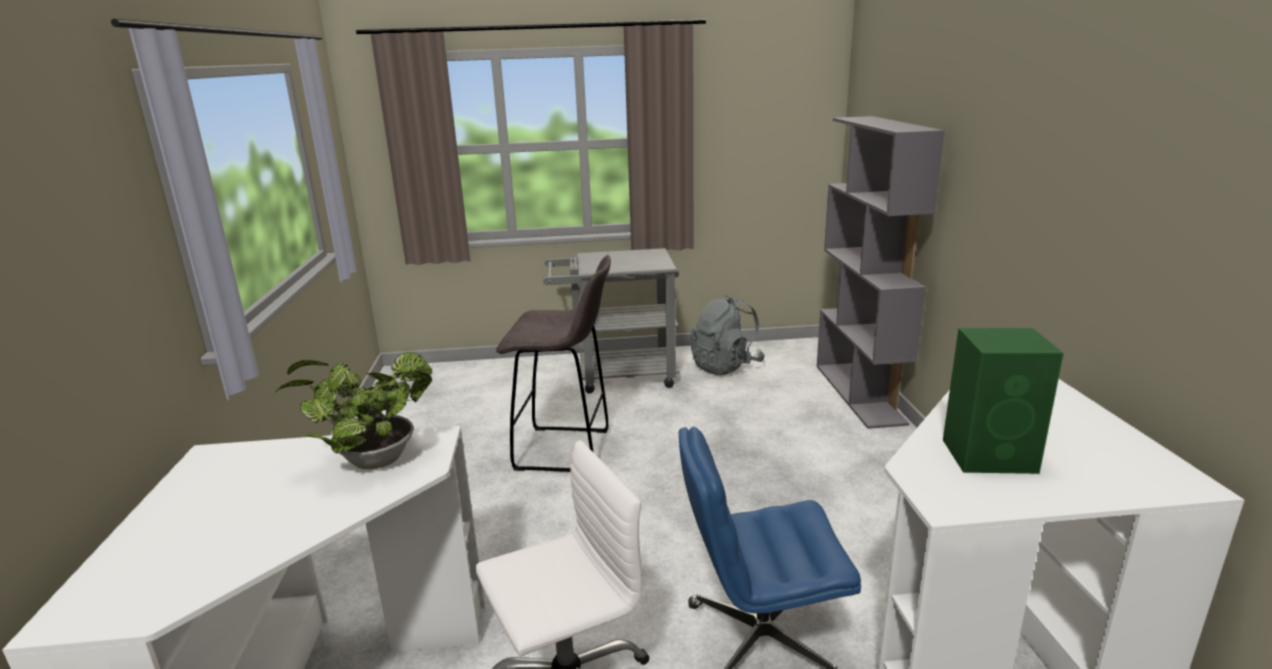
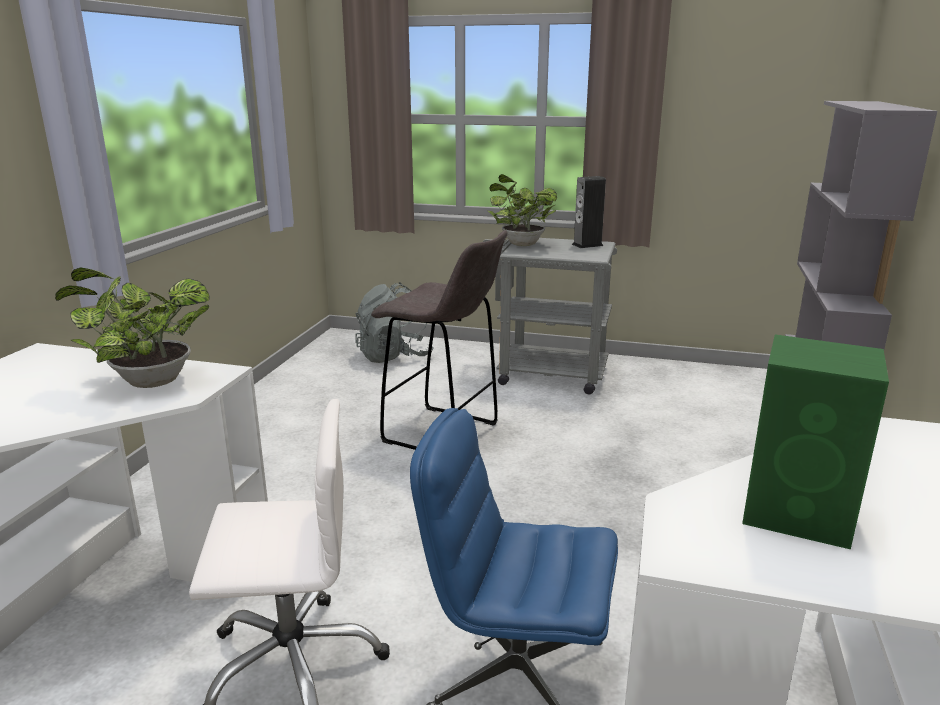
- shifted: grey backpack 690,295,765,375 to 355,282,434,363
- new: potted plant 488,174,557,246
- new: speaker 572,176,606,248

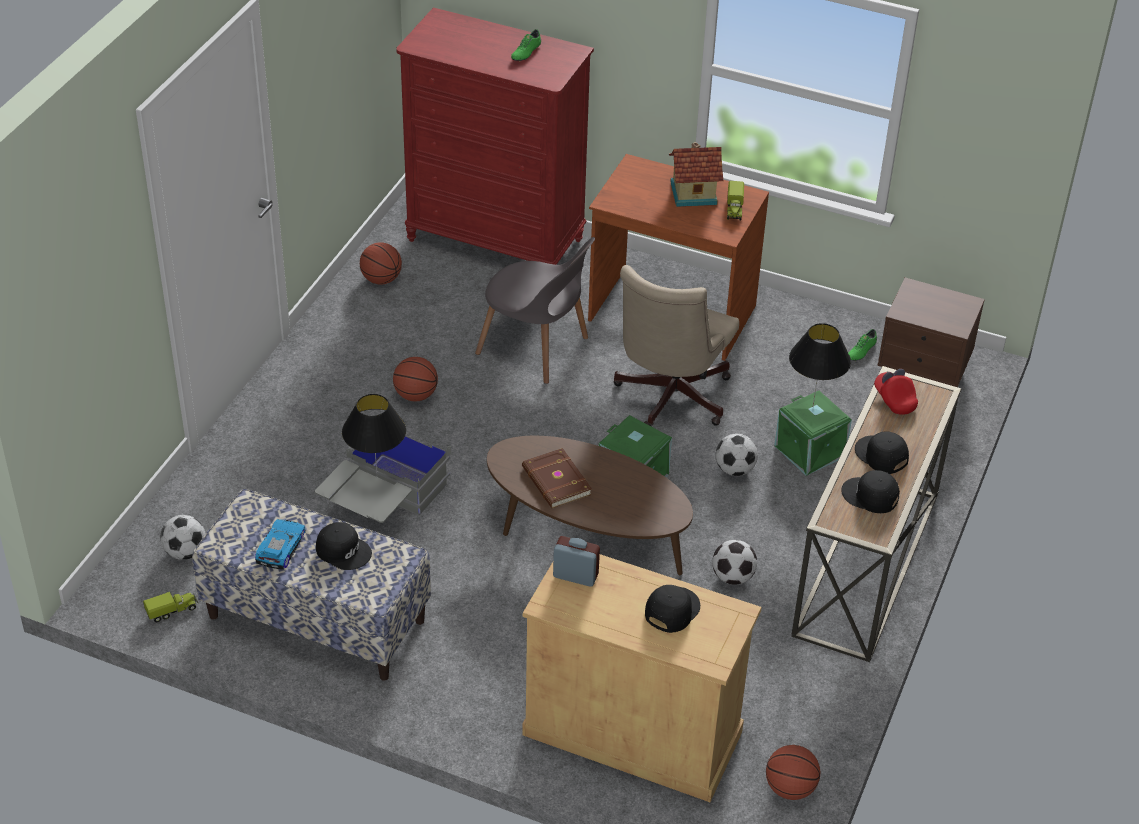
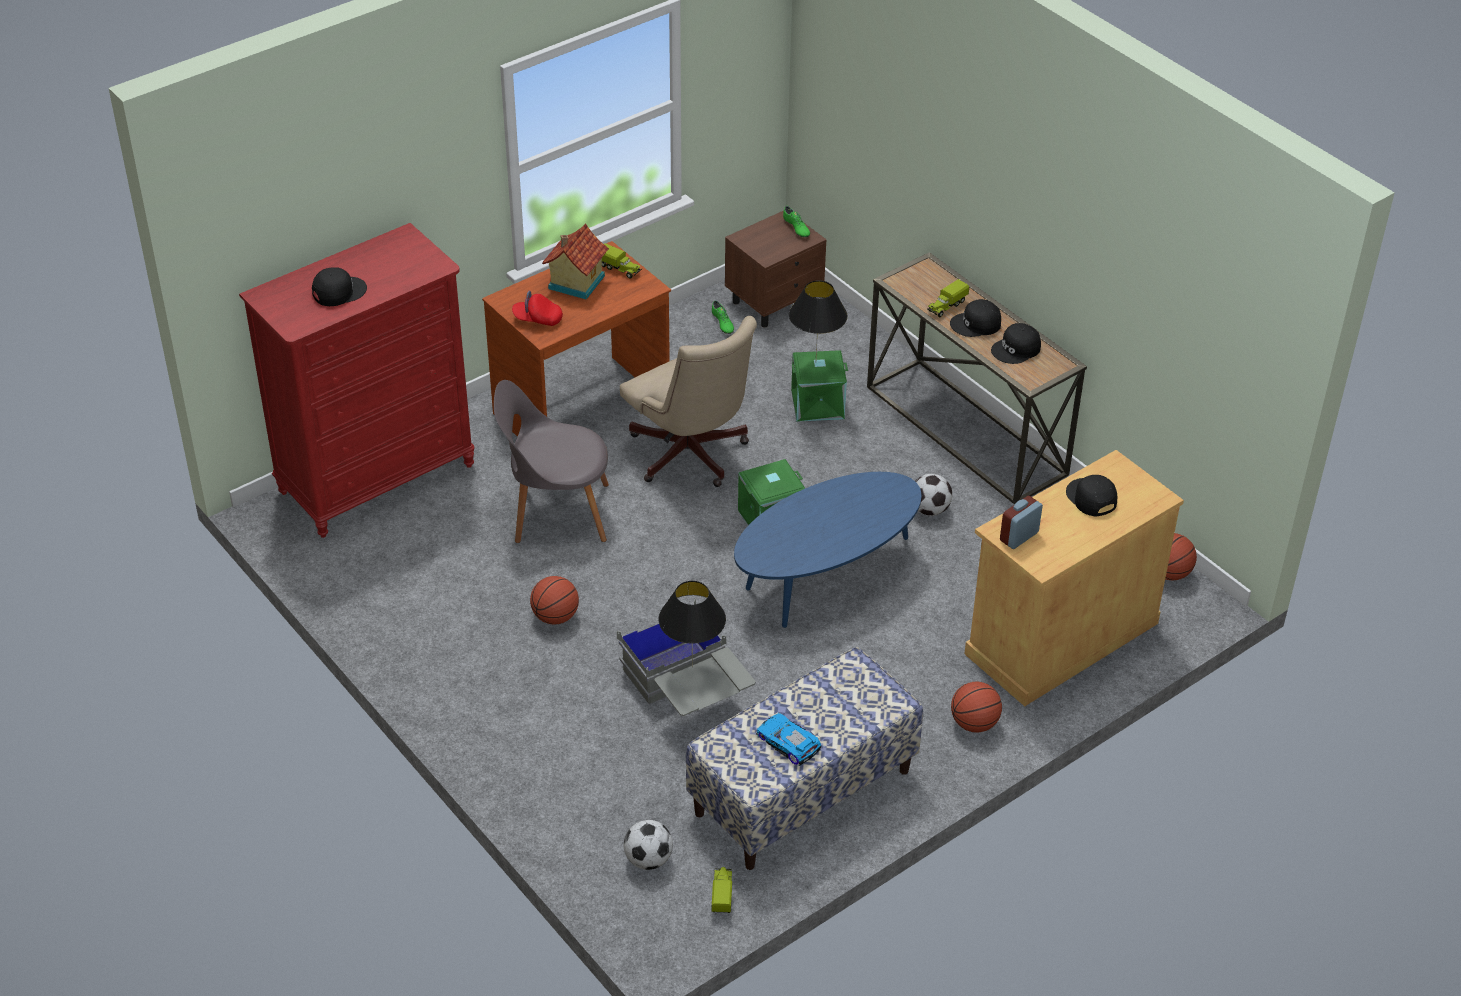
- shifted: green shoe 511,29,541,62 to 783,206,810,238
- rotated: grey chair 475,237,595,384 = 494,380,609,543 150 degrees counterclockwise
- shifted: basketball 360,242,402,285 to 951,682,1002,733
- shifted: red cap 874,369,918,415 to 512,291,563,326
- gone: football 715,434,758,476
- repainted: brown coffee table 487,436,693,575 to blue coffee table 734,472,921,628
- gone: brown book 522,448,592,508
- shifted: black cap 316,522,372,570 to 312,267,367,306
- new: toy truck 927,279,969,317

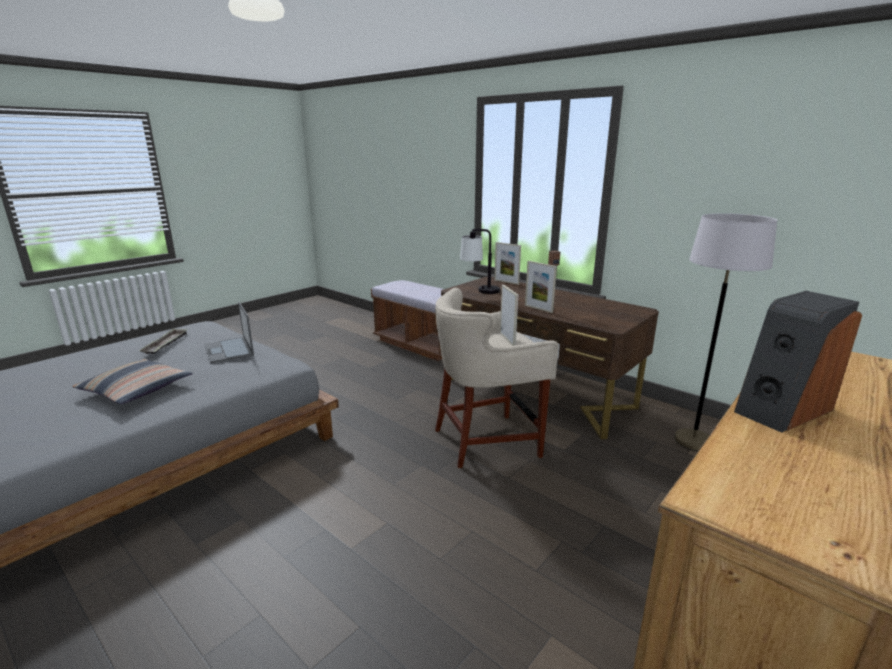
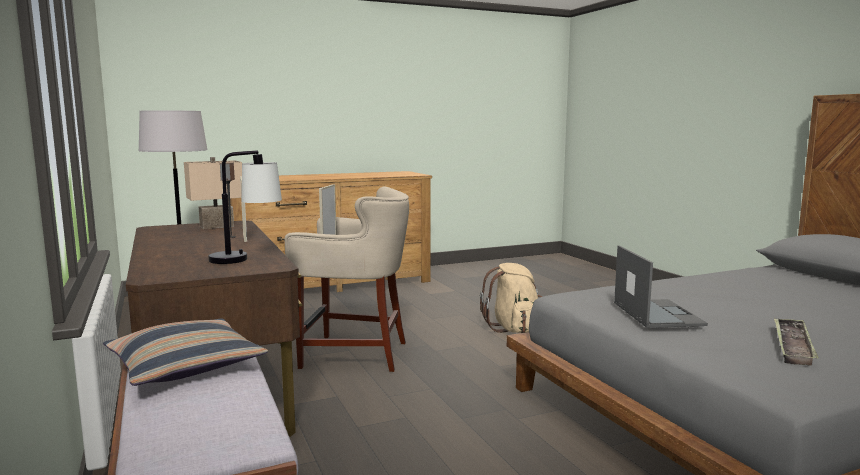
- gone: picture frame 494,242,521,285
- gone: speaker 734,291,862,433
- shifted: pillow 72,359,193,404 to 103,319,268,386
- new: beige table lamp 184,157,242,229
- new: beige backpack 480,263,542,333

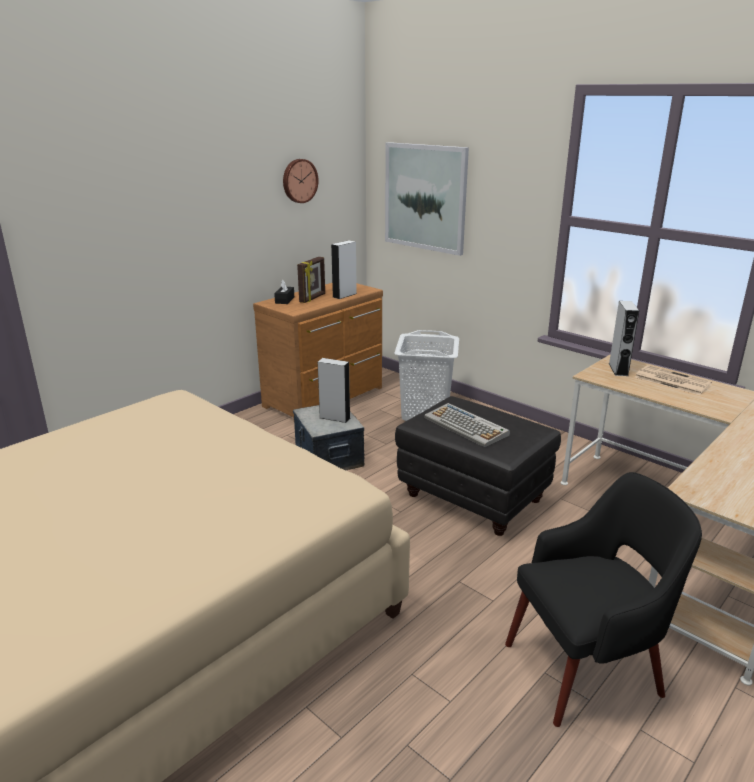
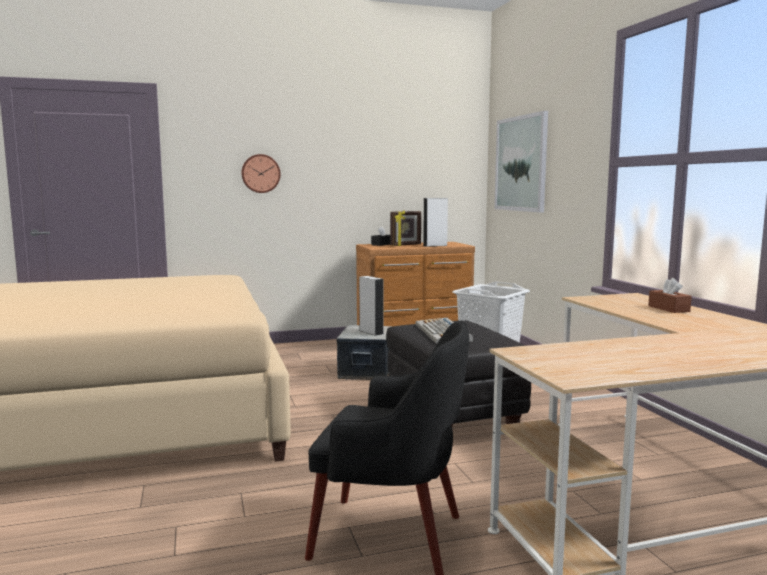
- shifted: wall clock 283,159,319,203 to 241,154,281,193
- gone: grey speaker 609,301,639,376
- swapped: newspaper 635,365,712,395 to brown tissue box 648,278,692,313

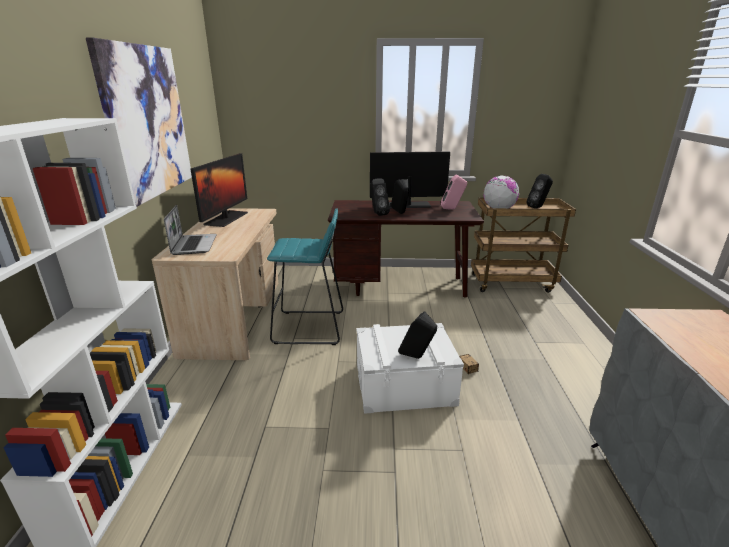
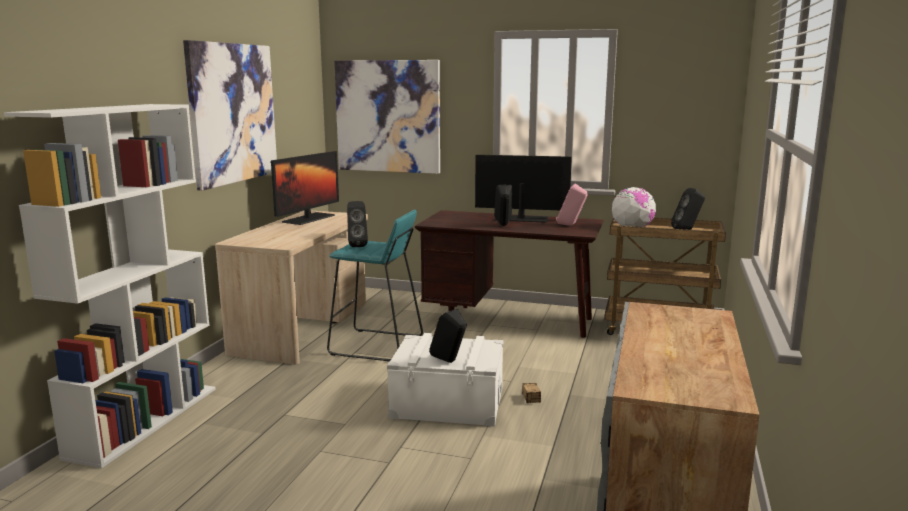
- shifted: black speaker 370,178,390,216 to 347,201,368,247
- gone: laptop 164,205,217,255
- new: picture 334,60,440,174

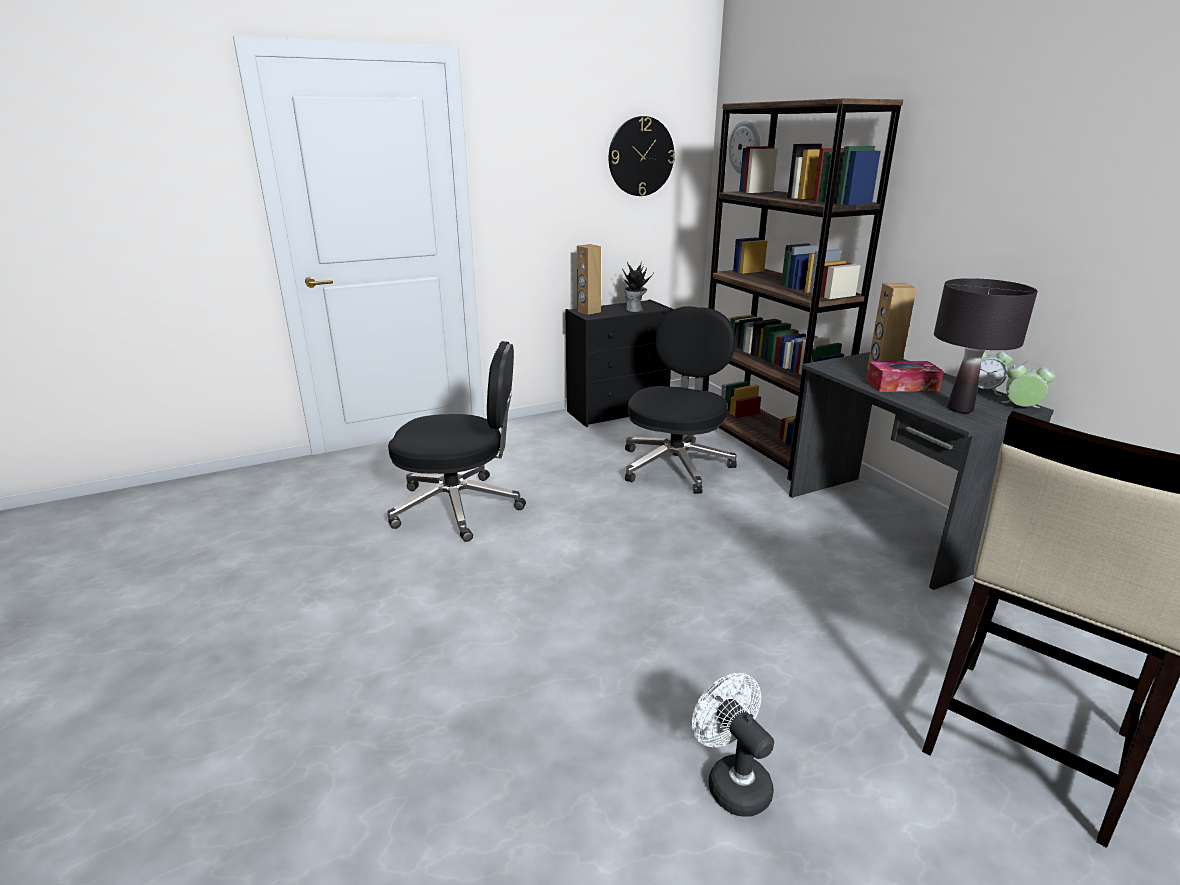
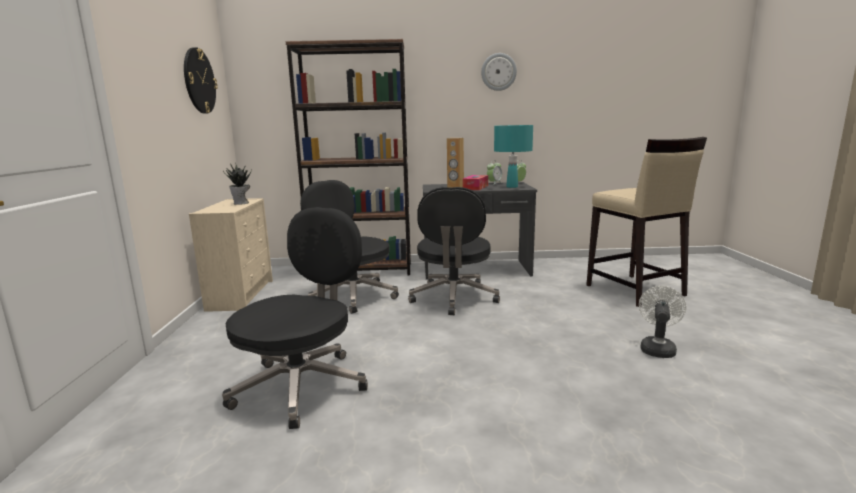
- shifted: wall clock 728,120,760,174 to 481,53,517,91
- gone: brown speaker 577,244,601,315
- repainted: black table lamp 934,278,1038,413 to turquoise table lamp 494,125,533,188
- repainted: black dresser 565,299,674,427 to beige dresser 189,198,273,312
- rotated: white fan 692,673,774,817 = 639,286,686,358 120 degrees clockwise
- new: black office chair 408,187,500,315

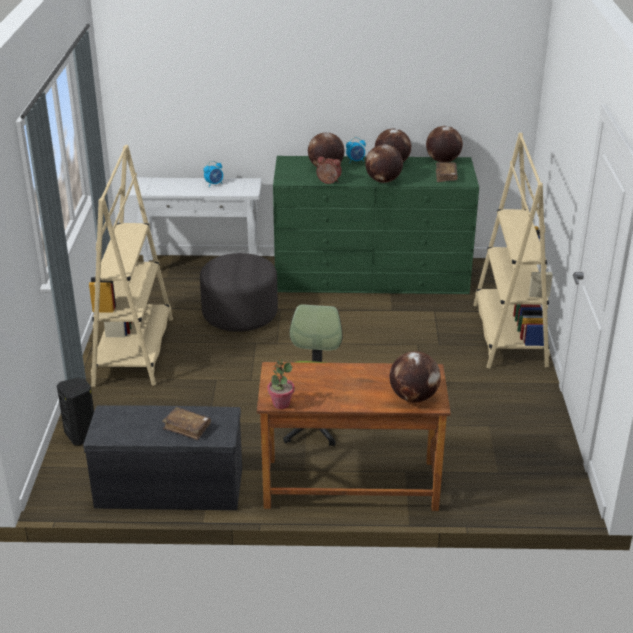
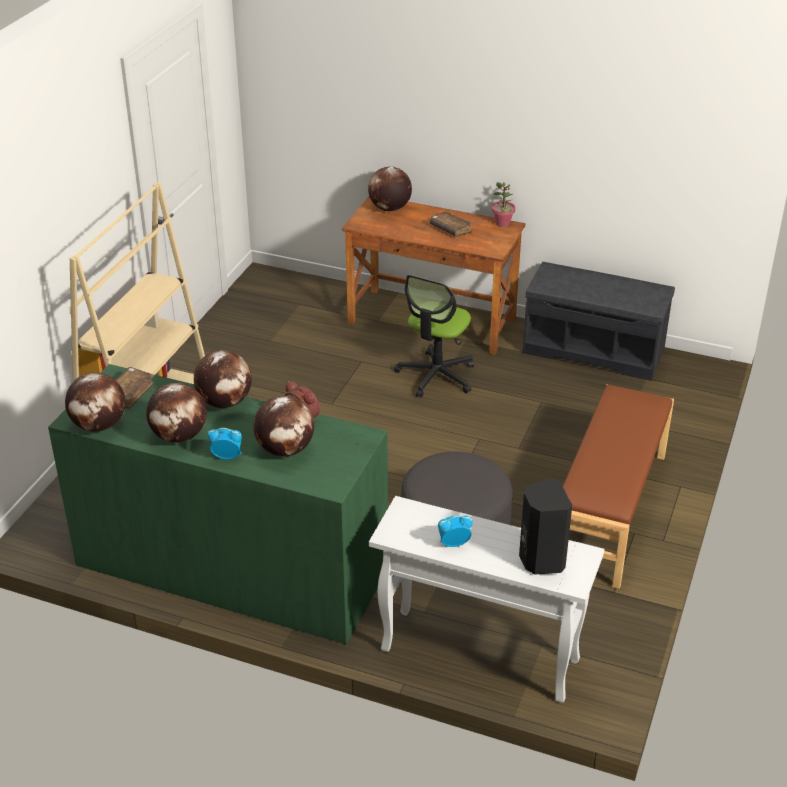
- swapped: beige bookcase 89,145,173,387 to brown bench 563,384,674,589
- shifted: black speaker 57,377,94,446 to 519,479,572,575
- shifted: brown book 162,407,211,440 to 430,211,473,237

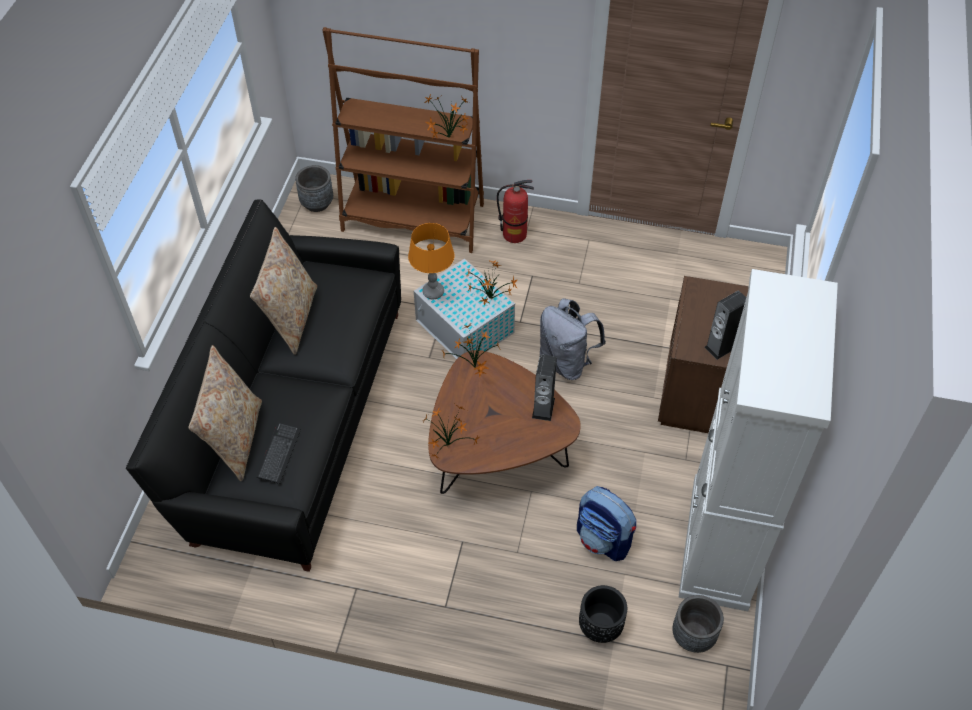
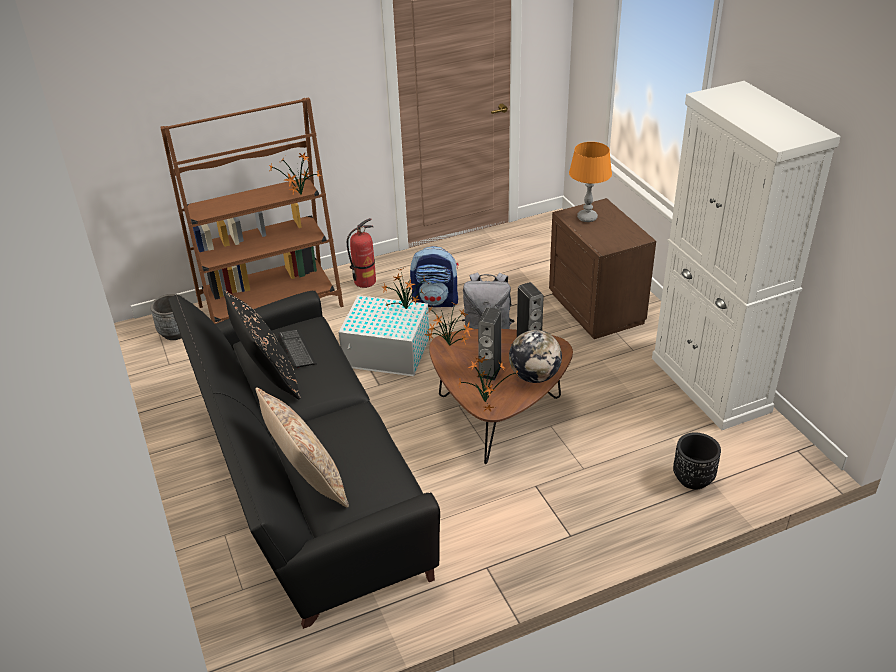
- shifted: orange table lamp 408,223,455,299 to 569,142,612,222
- repainted: beige pillow 250,227,317,355 to black pillow 224,290,300,400
- shifted: speaker 705,291,746,360 to 478,307,501,381
- shifted: keyboard 257,422,301,484 to 278,329,317,368
- shifted: backpack 577,486,636,561 to 410,246,459,307
- gone: grey planter 672,595,724,653
- new: globe 509,330,562,383

